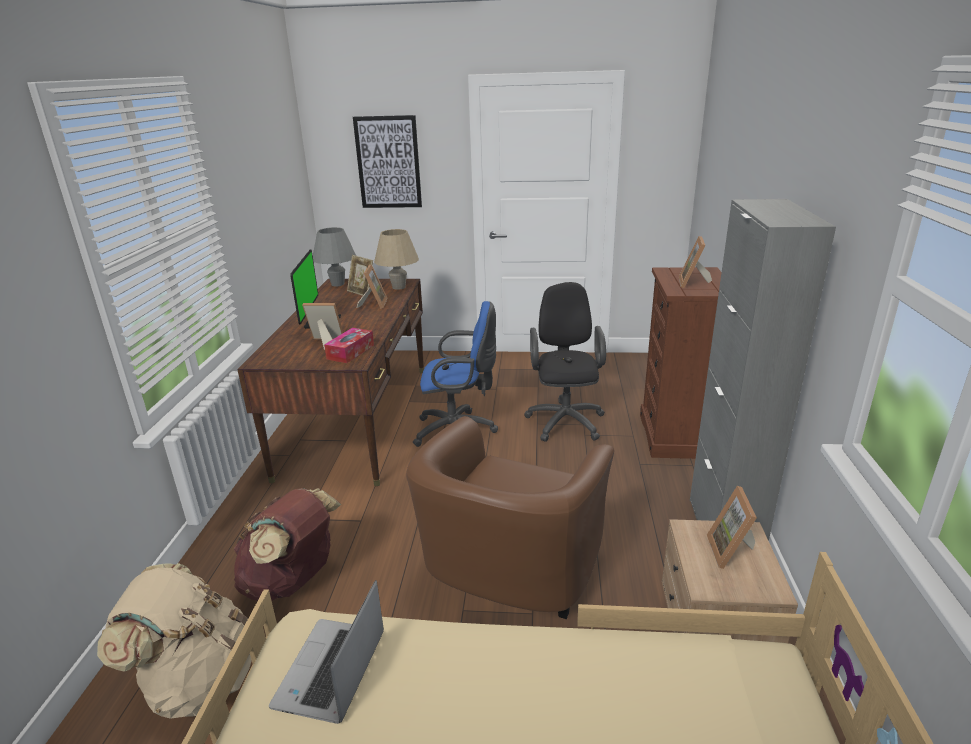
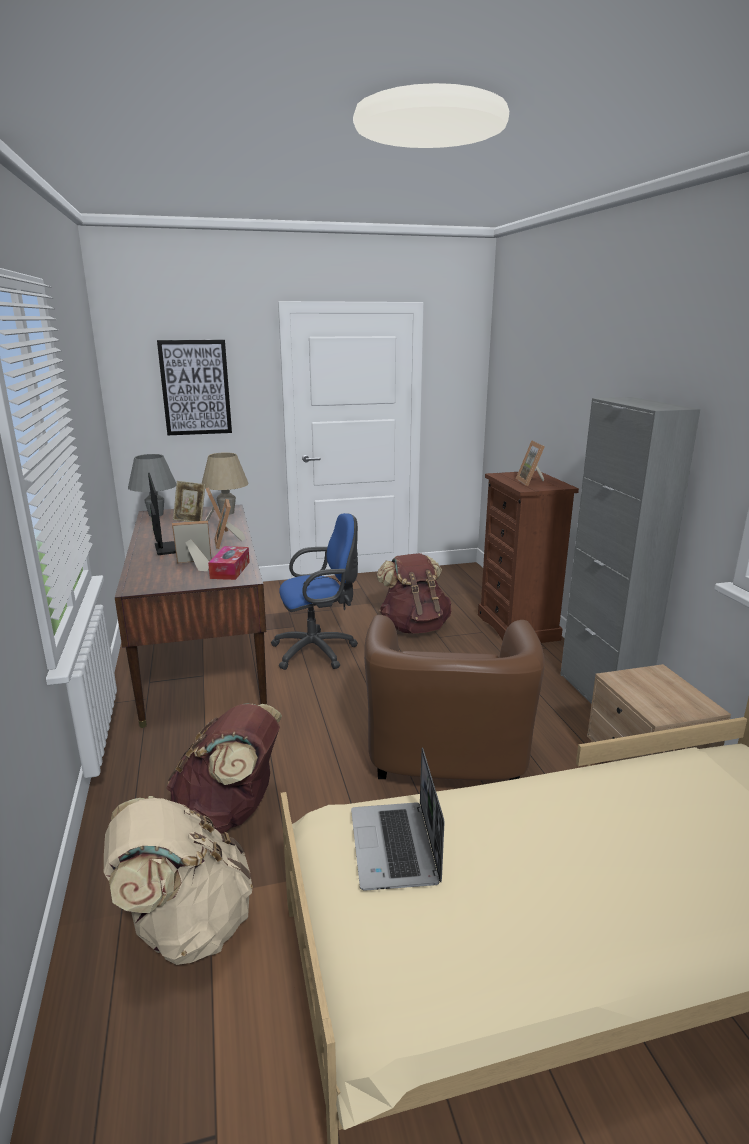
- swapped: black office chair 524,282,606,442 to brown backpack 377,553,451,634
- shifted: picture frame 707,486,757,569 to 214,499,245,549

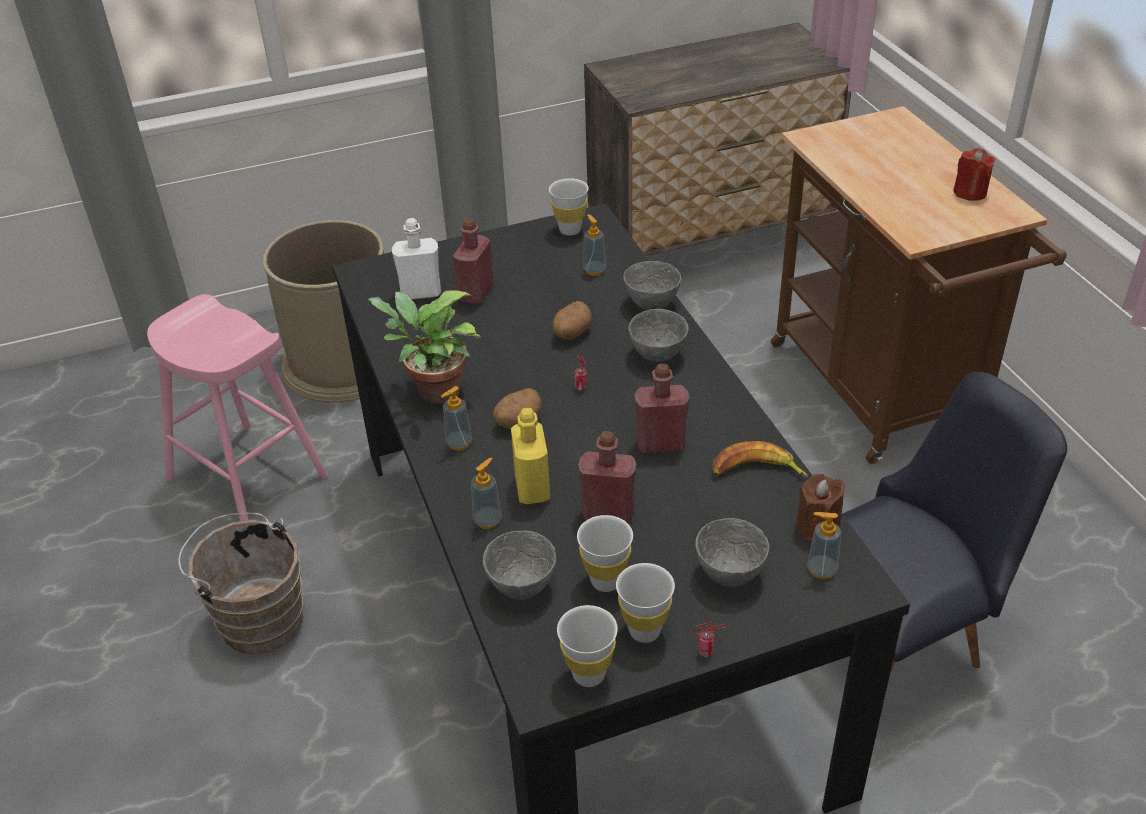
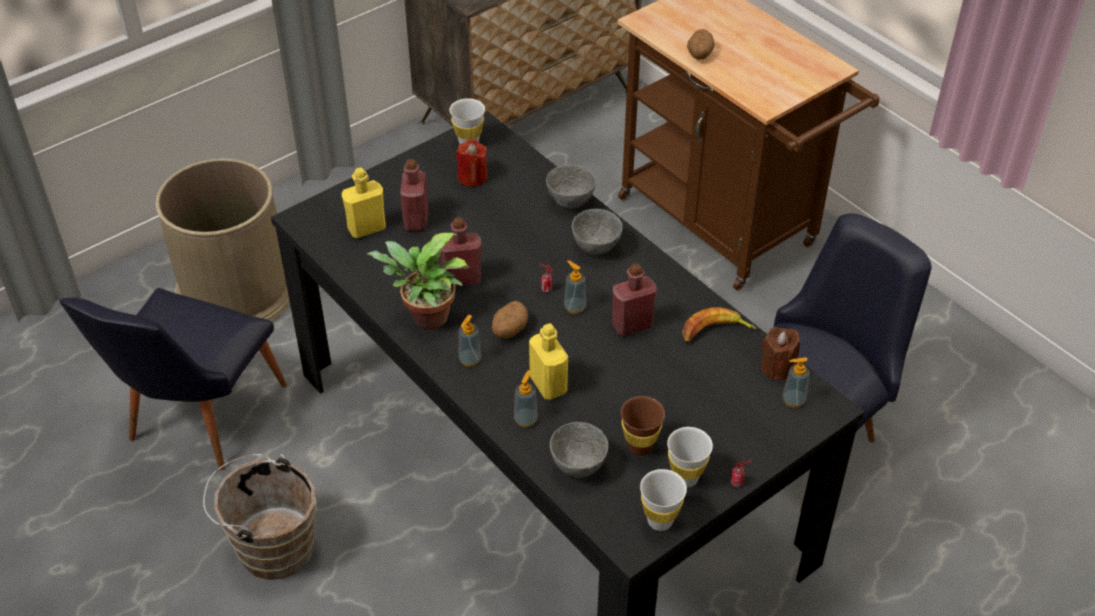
- shifted: red candle 953,148,996,201 to 456,139,487,186
- shifted: soap dispenser 583,214,606,276 to 564,260,586,314
- repainted: white bottle 392,218,441,300 to yellow bottle 342,168,386,238
- swapped: pink stool 147,294,328,521 to black chair 59,288,287,471
- shifted: potato 552,301,592,340 to 687,29,715,60
- shifted: red bottle 578,431,636,523 to 440,218,481,286
- repainted: white cup 577,515,633,592 to brown cup 621,396,665,456
- gone: grey bowl 695,518,769,587

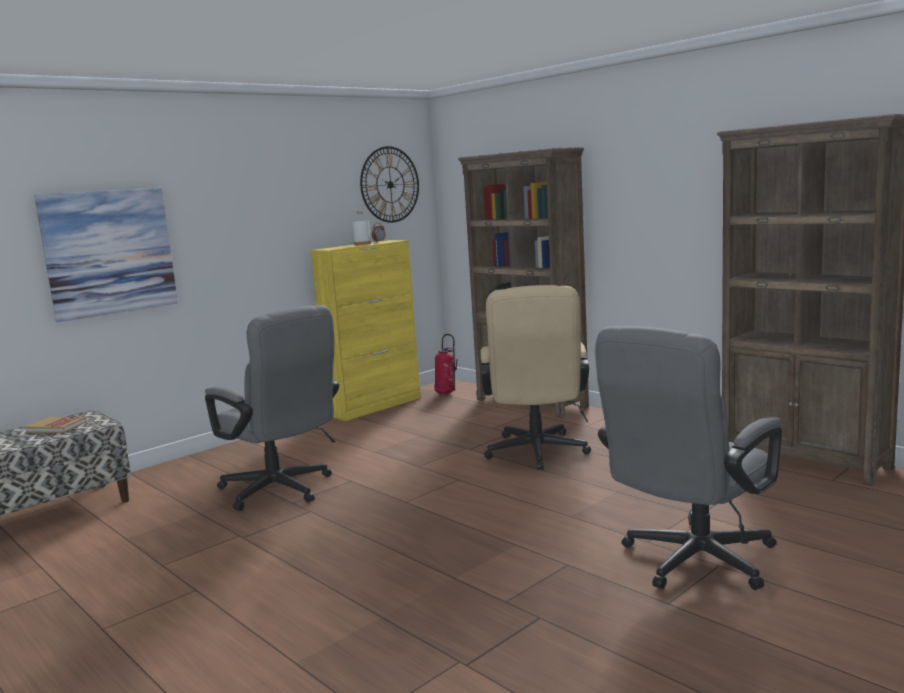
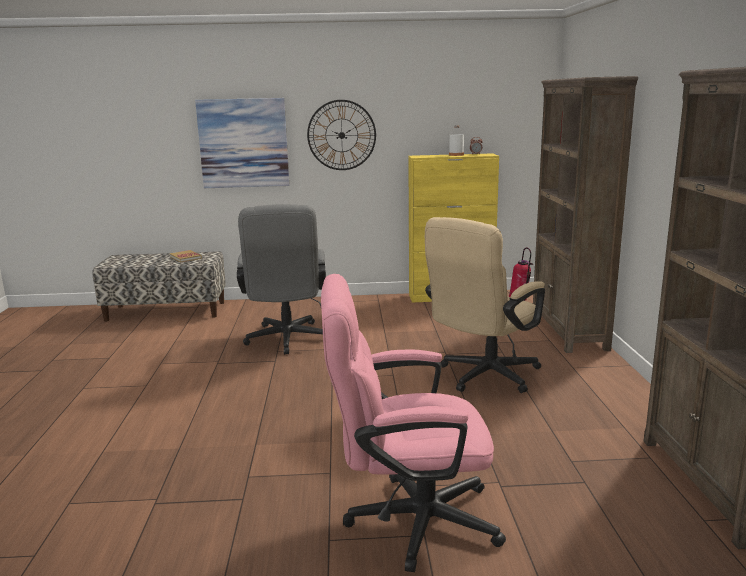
- shifted: wall clock 360,146,419,223 to 307,100,376,170
- repainted: grey office chair 595,326,782,590 to pink office chair 321,274,506,572

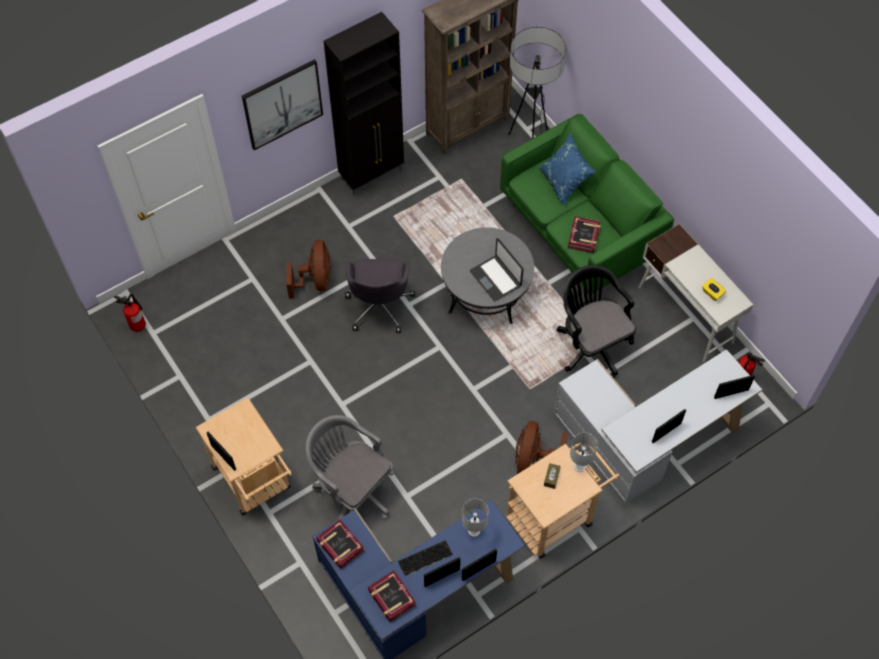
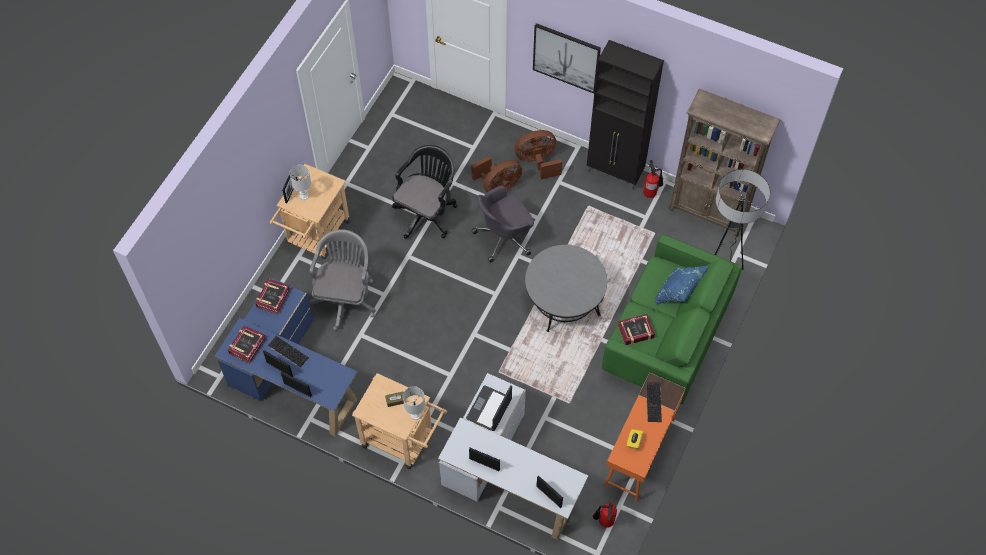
- repainted: white desk 638,224,753,362 to orange desk 604,372,686,502
- shifted: laptop 470,238,523,302 to 466,385,512,431
- shifted: black office chair 557,265,636,378 to 392,145,457,239
- shifted: fire extinguisher 114,294,146,332 to 643,160,663,198
- shifted: brown fan 515,421,568,474 to 515,130,562,180
- shifted: white table lamp 462,499,489,537 to 289,165,311,200
- new: keyboard 646,382,662,422

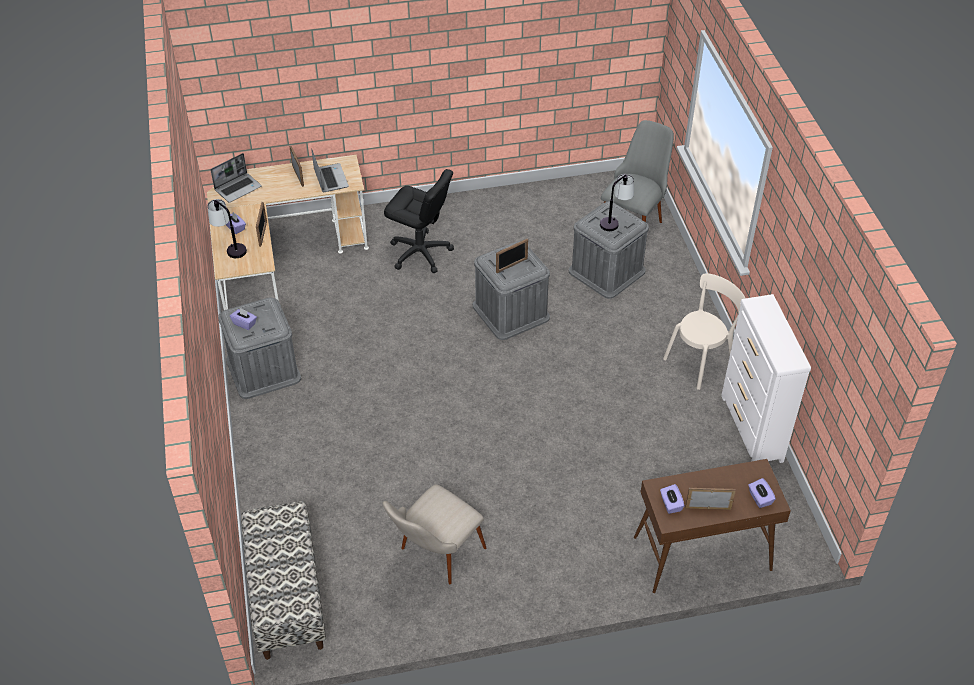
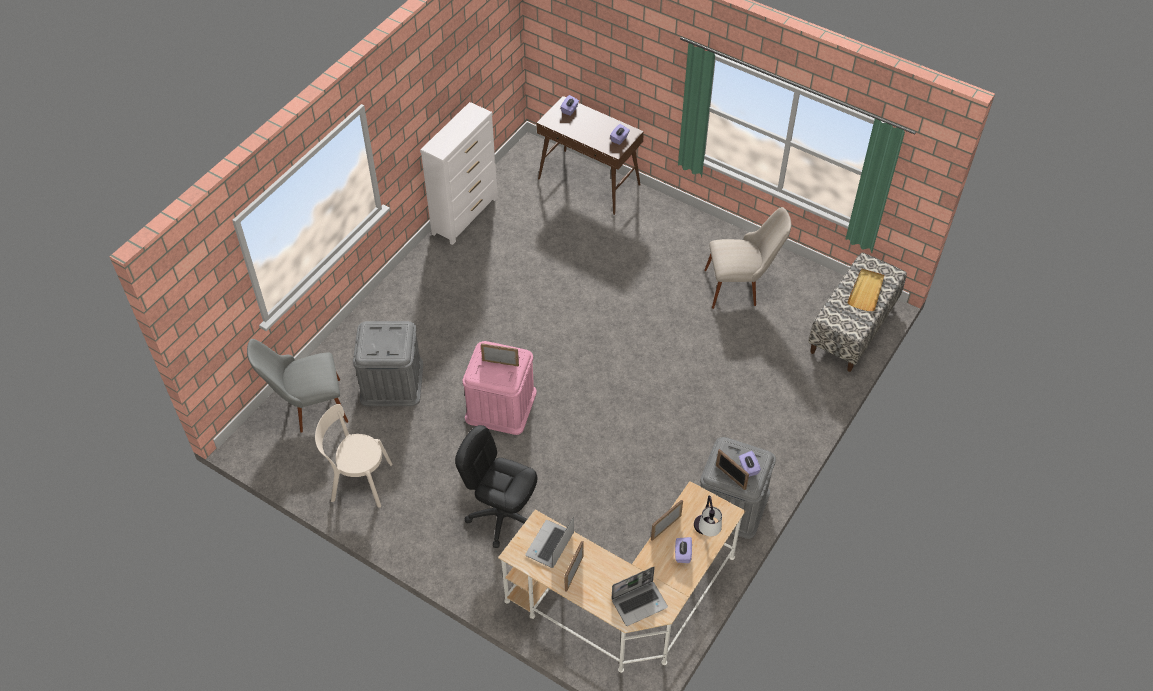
- rotated: laptop 210,153,262,203 = 612,567,668,626 150 degrees clockwise
- rotated: black office chair 384,169,454,273 = 455,425,537,548 45 degrees counterclockwise
- gone: table lamp 600,174,634,231
- repainted: grey storage box 473,241,550,340 to pink storage box 463,341,537,435
- shifted: beige chair 663,273,745,390 to 315,404,393,508
- shifted: picture frame 685,488,736,510 to 716,449,749,490
- new: beige tray 847,268,885,311

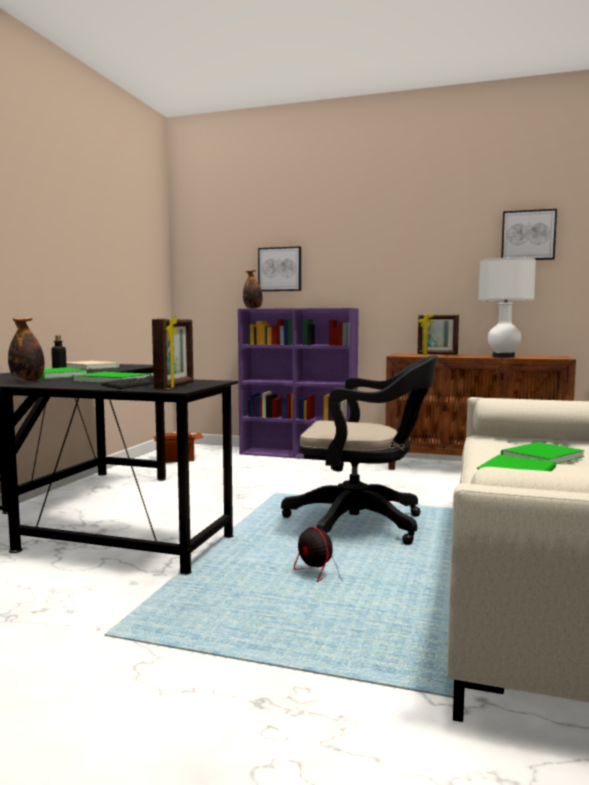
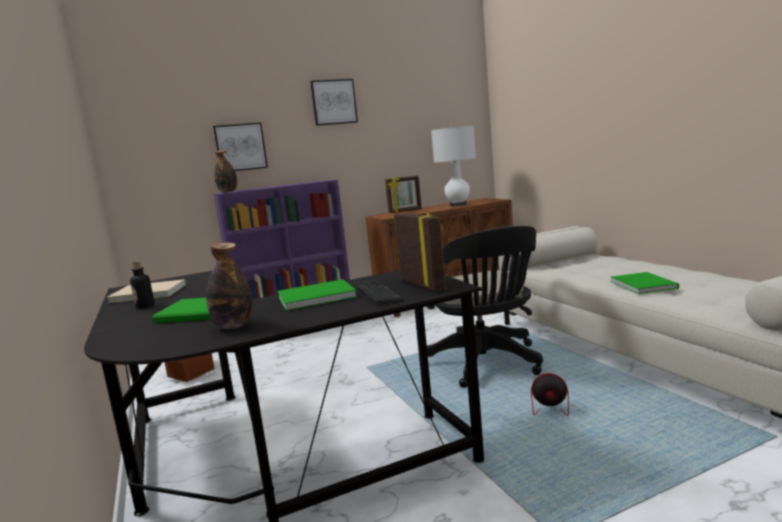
- shifted: picture 501,209,557,260 to 310,79,358,126
- rotated: black office chair 281,355,438,545 = 419,226,543,388 105 degrees clockwise
- gone: green book 501,442,585,464

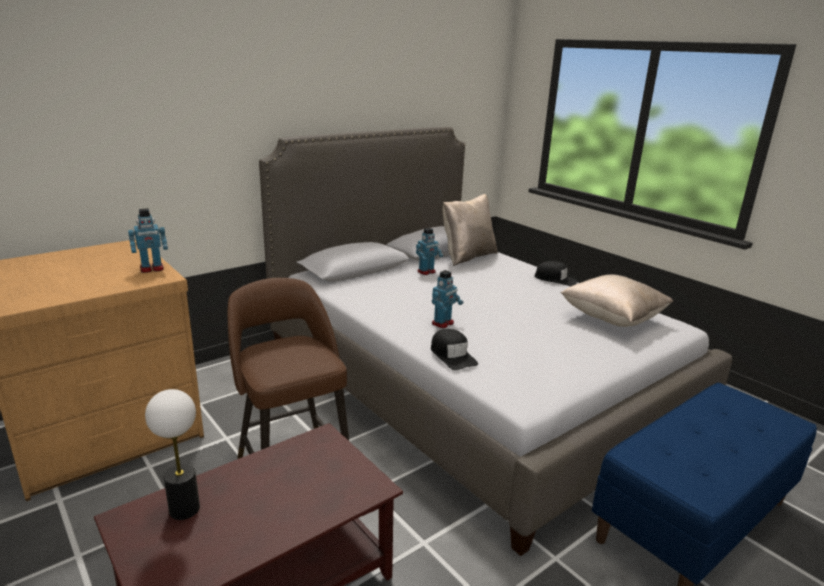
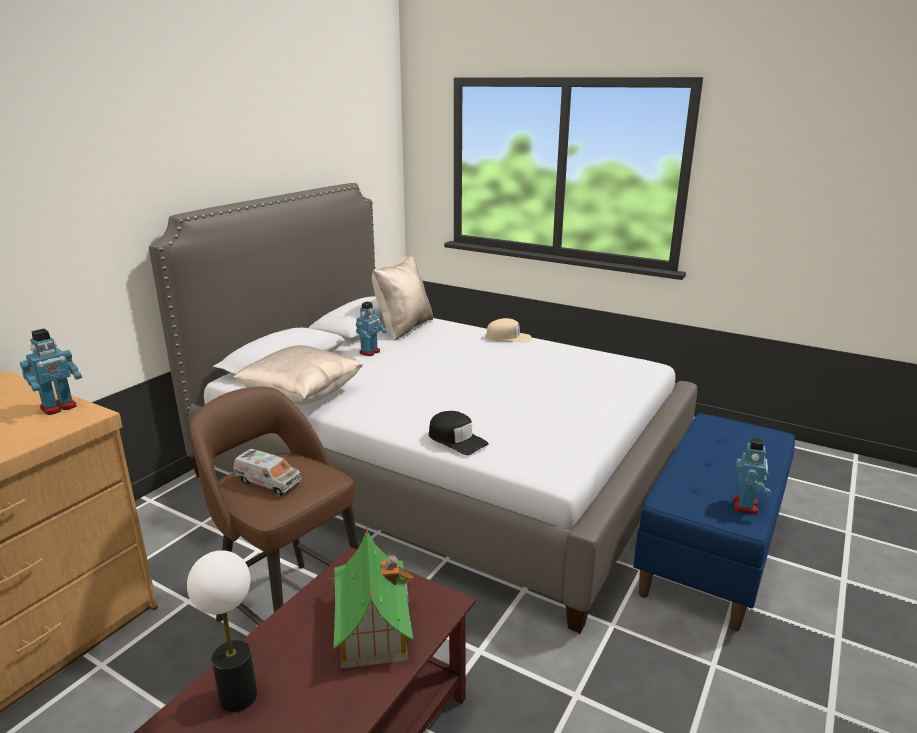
- repainted: black cap 535,261,578,286 to beige cap 486,318,531,343
- shifted: toy robot 432,270,463,328 to 734,437,771,515
- shifted: beige pillow 561,275,673,327 to 233,345,363,405
- new: toy truck 233,449,301,496
- new: toy house 327,524,413,669

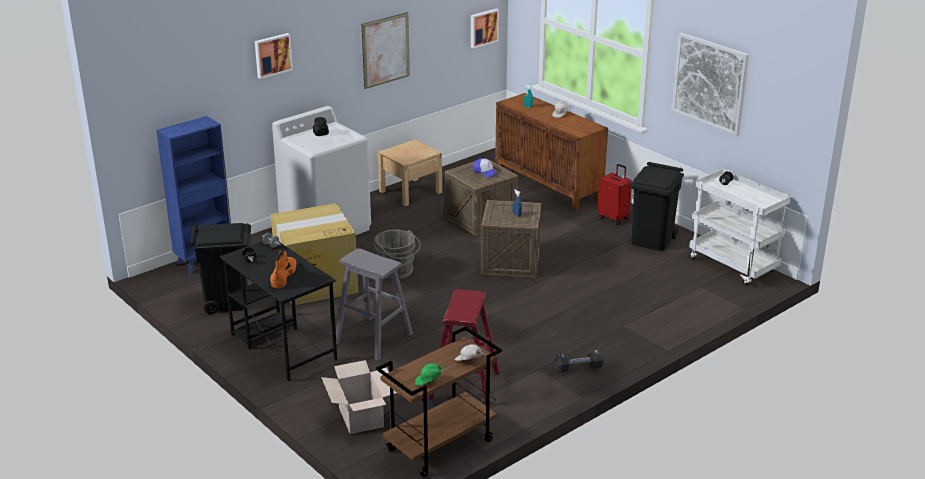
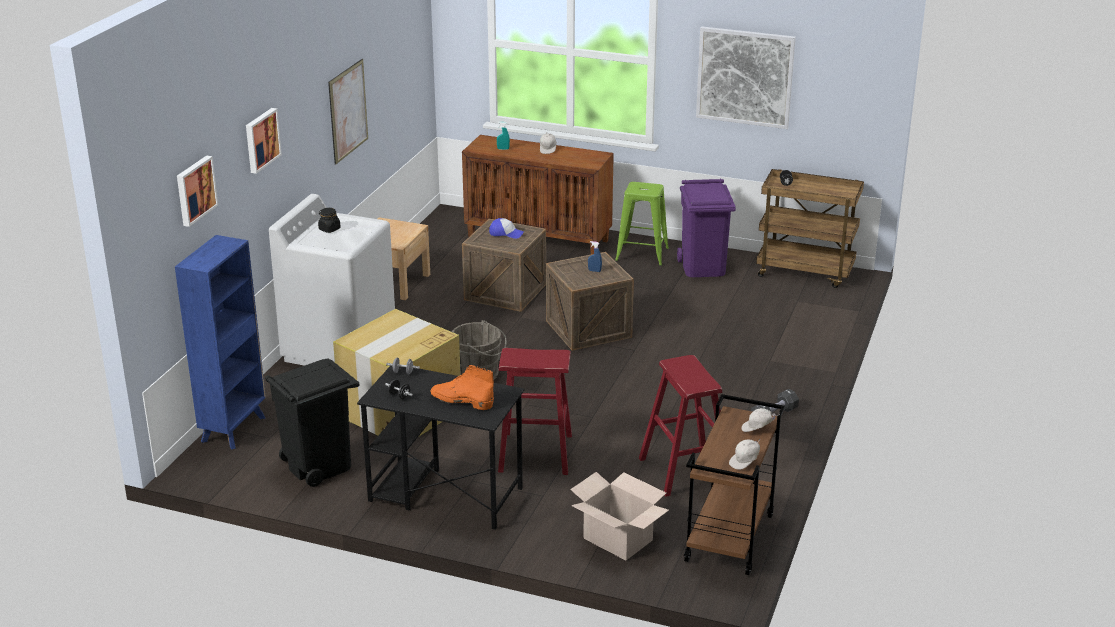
- shifted: picture 471,9,499,49 to 177,156,218,227
- repainted: black trash can 629,162,684,251 to purple trash can 677,179,736,277
- swapped: red suitcase 598,164,632,225 to green stool 615,182,669,266
- repainted: white cart 689,169,791,285 to brown cart 756,169,864,288
- repainted: grey stool 336,248,413,361 to red stool 498,348,572,475
- rotated: orange boot 270,250,297,288 = 430,365,494,410 45 degrees counterclockwise
- repainted: green cap 415,363,447,386 to white cap 729,438,760,470

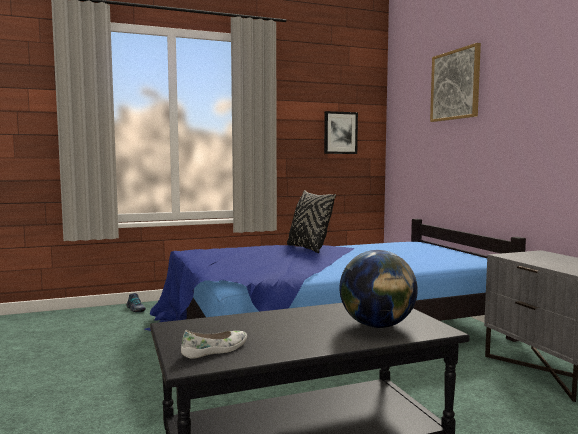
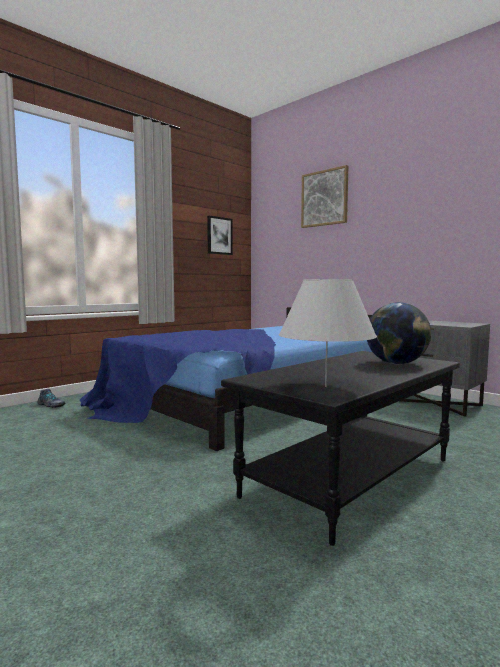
- gone: black pillow 287,190,336,253
- swapped: white shoe 181,330,247,359 to white table lamp 279,279,377,387

